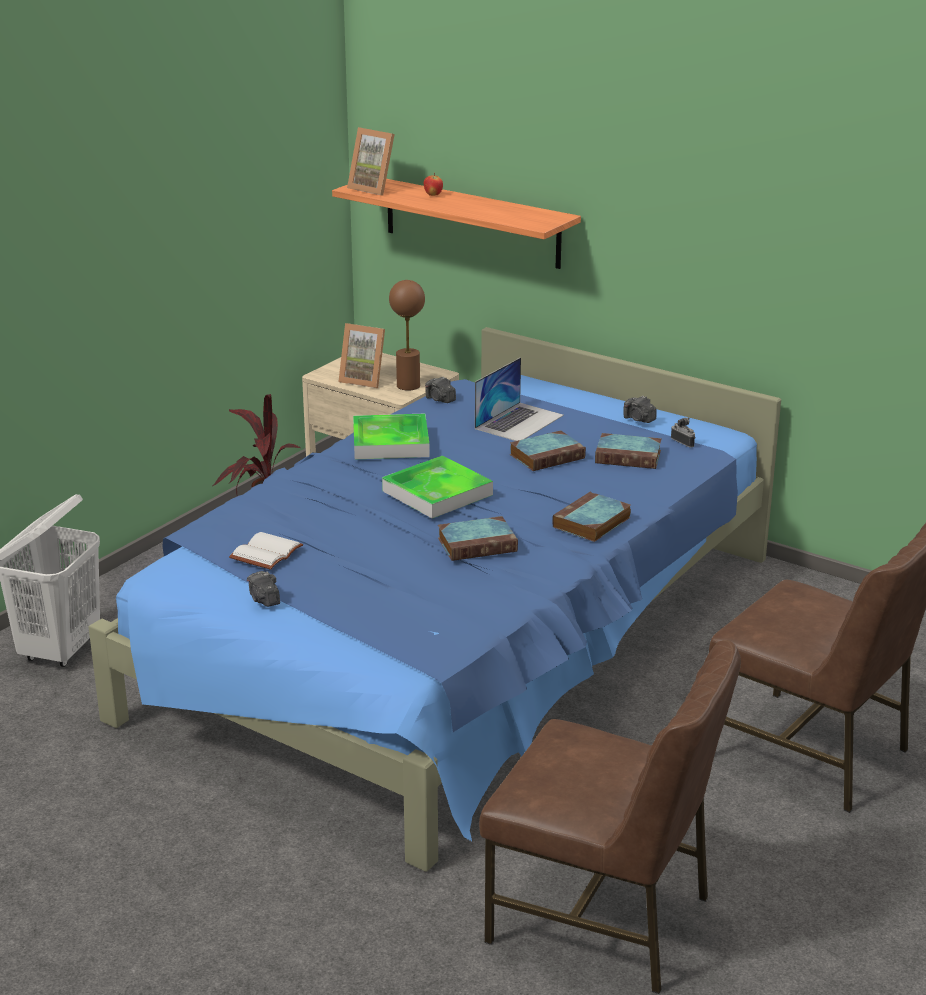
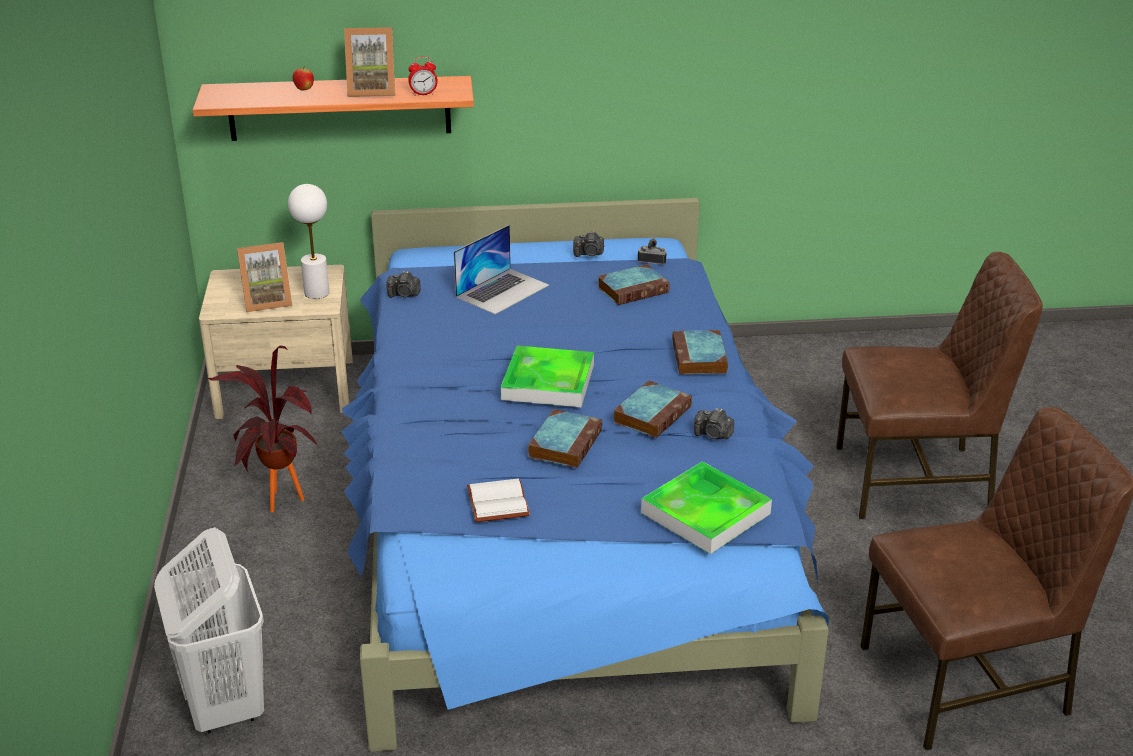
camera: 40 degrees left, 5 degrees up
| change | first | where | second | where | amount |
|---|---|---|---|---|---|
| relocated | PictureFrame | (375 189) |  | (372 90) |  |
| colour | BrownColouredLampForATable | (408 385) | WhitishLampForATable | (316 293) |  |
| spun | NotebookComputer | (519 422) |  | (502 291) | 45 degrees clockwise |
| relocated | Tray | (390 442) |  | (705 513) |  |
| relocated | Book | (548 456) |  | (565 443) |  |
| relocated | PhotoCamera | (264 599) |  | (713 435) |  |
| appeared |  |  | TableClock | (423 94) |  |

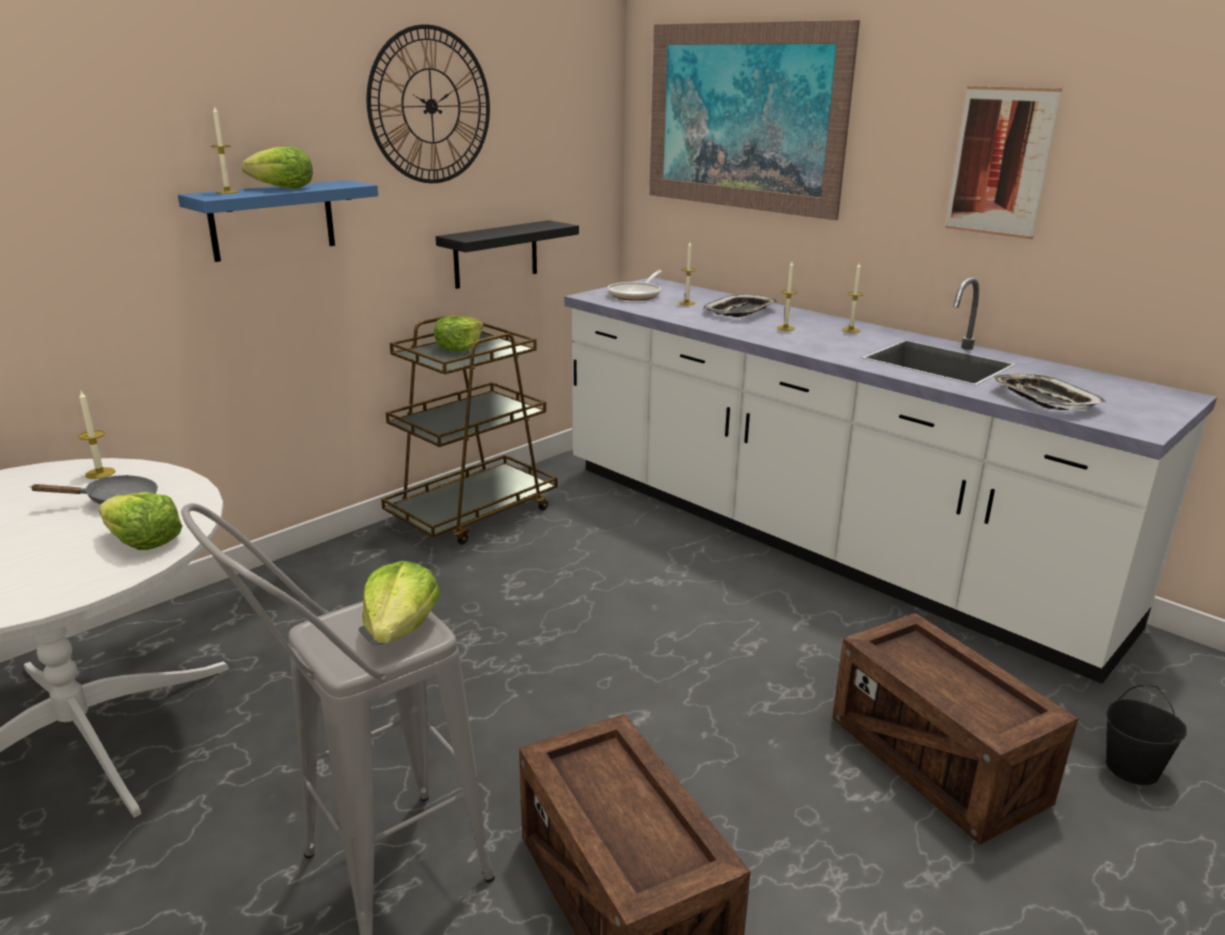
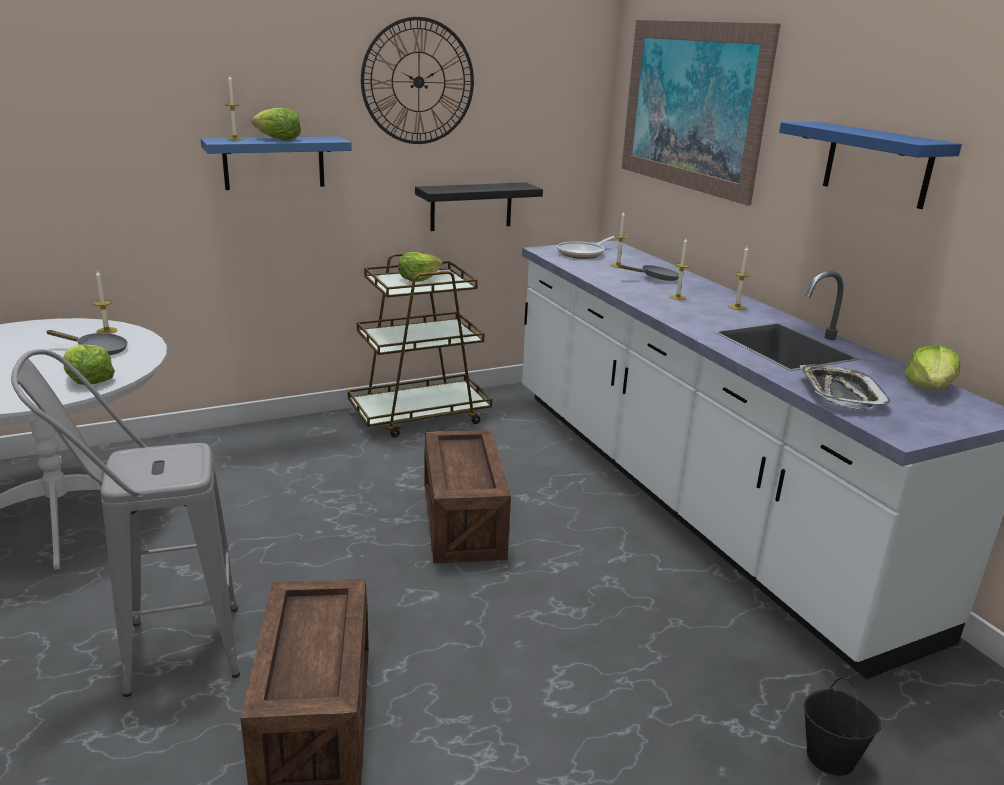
camera: 20 degrees right, 0 degrees up
| change | first | where | second | where | amount |
|---|---|---|---|---|---|
| exchanged | WallArt | (1000 162) | BlueBracketShelf | (877 164) |  |
| exchanged | Tray | (740 312) | GreyFryingPan | (656 278) |  |
| relocated | Lettuce | (401 629) |  | (929 388) |  |
| relocated | Crate | (937 760) |  | (463 523) |  |

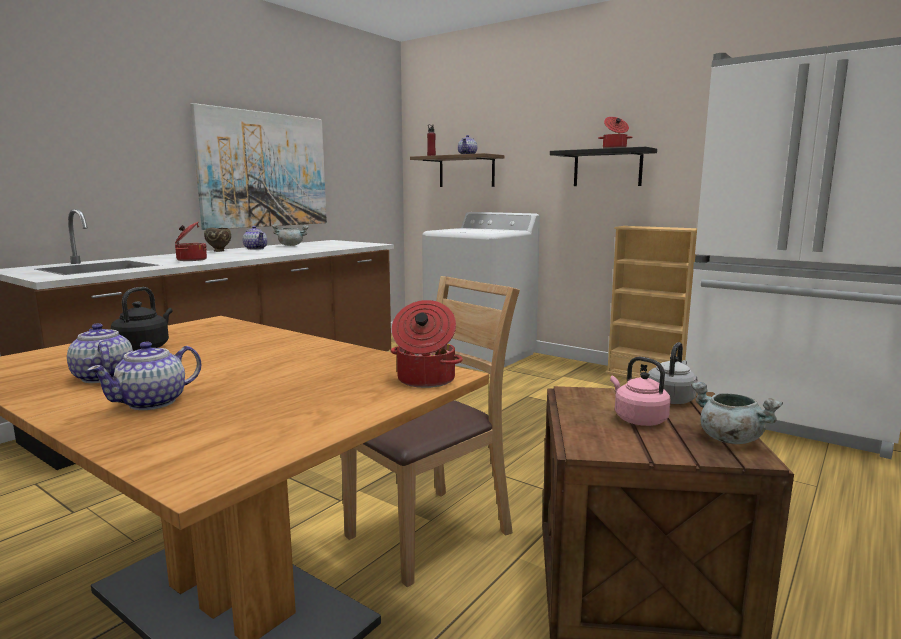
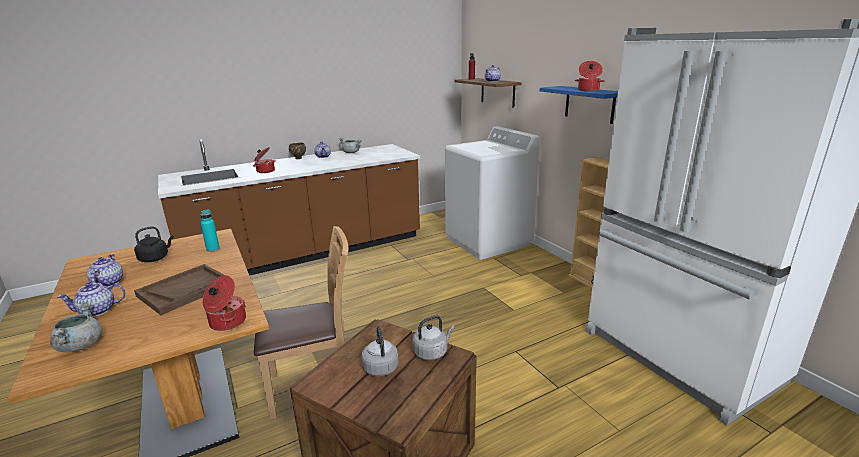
camera: 25 degrees right, 10 degrees up
| change | first | where | second | where | amount |
|---|---|---|---|---|---|
| missing | WallArt | (264 170) |  |  |  |
| colour | BlackBracketShelf | (607 168) | BlueBracketShelf | (589 104) |  |
| colour | PinkColouredWaterKettle | (638 419) | GreyWaterKettle | (380 366) |  |
| relocated | GreyCookingPot | (728 439) |  | (80 345) |  |
| appeared |  |  | BlueGreenBottle | (213 249) |  |
| appeared |  |  | BrownColouredTray | (185 290) |  |

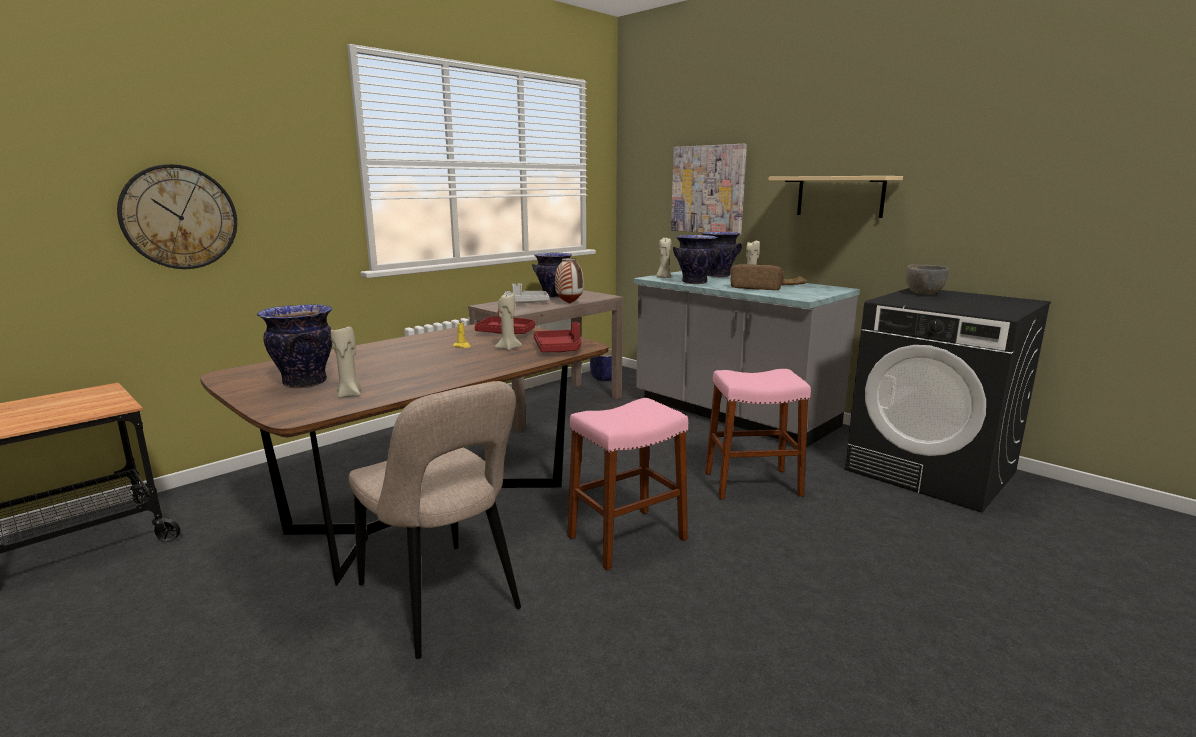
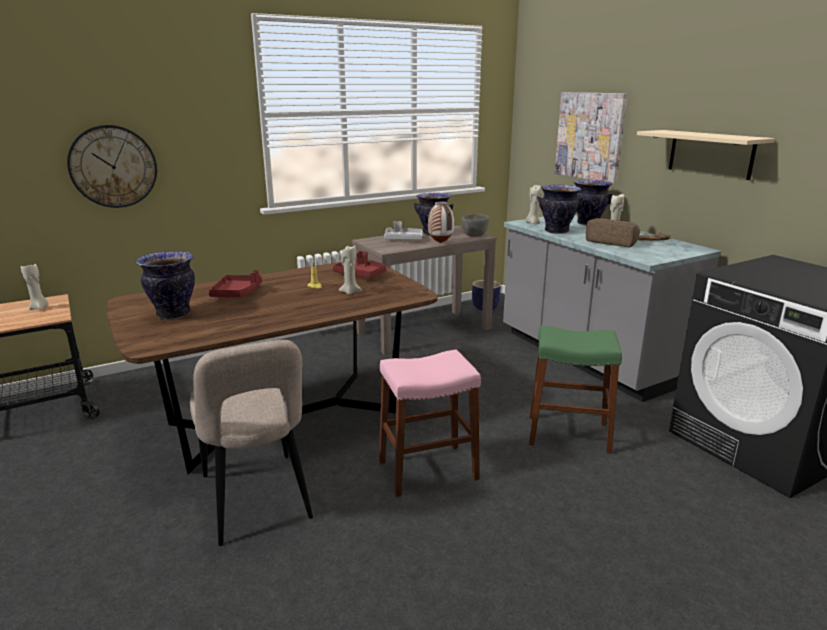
camera: 15 degrees right, 5 degrees up
| change | first | where | second | where | amount |
|---|---|---|---|---|---|
| relocated | GreyBowl | (923 293) |  | (474 235) |  |
| relocated | ReddishTray | (559 349) |  | (237 293) |  |
| relocated | BeigeCandle | (350 395) |  | (39 308) |  |
| colour | PinkColouredStoolSeat | (752 484) | GreenishStoolSeat | (568 433) |  |

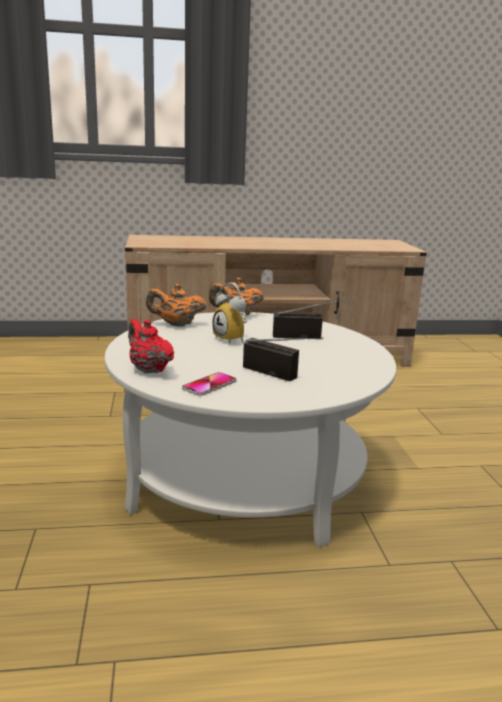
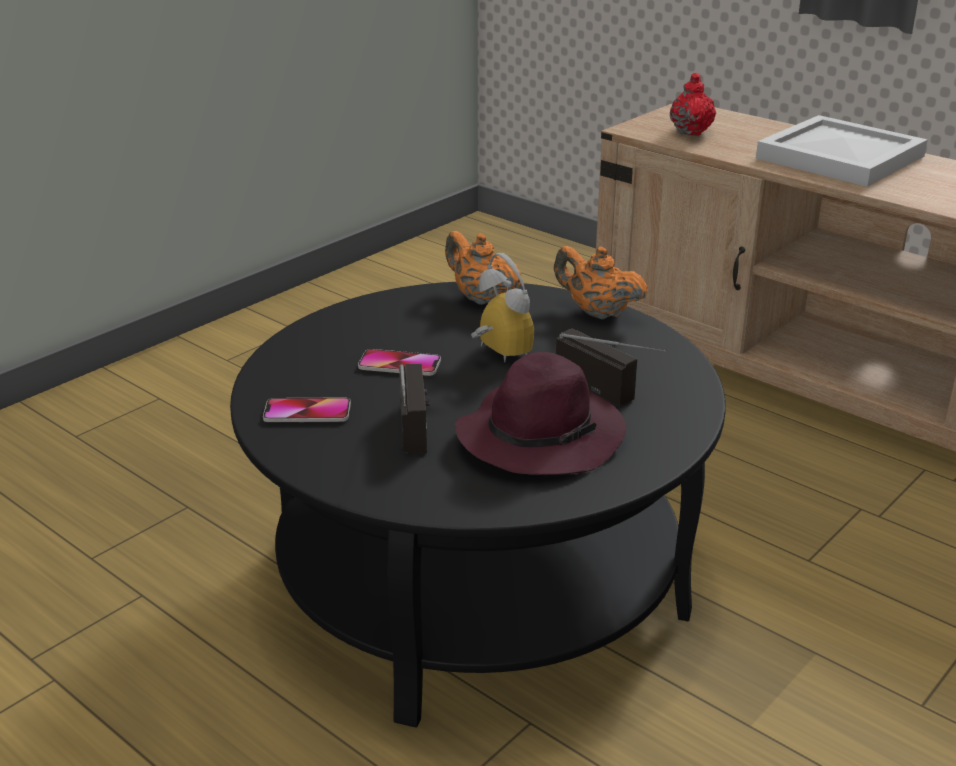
camera: 50 degrees right, 10 degrees up
| change | first | where | second | where | amount |
|---|---|---|---|---|---|
| spun | TableClock | (233 339) |  | (496 354) | 135 degrees clockwise |
| colour | WhitishLoungeTable | (245 475) | BlackLoungeTable | (477 575) |  |
| relocated | ReddishPotForTea | (149 369) |  | (691 131) |  |
| appeared |  |  | WhitishTray | (837 157) |  |
| appeared |  |  | Phone | (399 364) |  |
| appeared |  |  | PurpleColouredWearableHat | (541 435) |  |

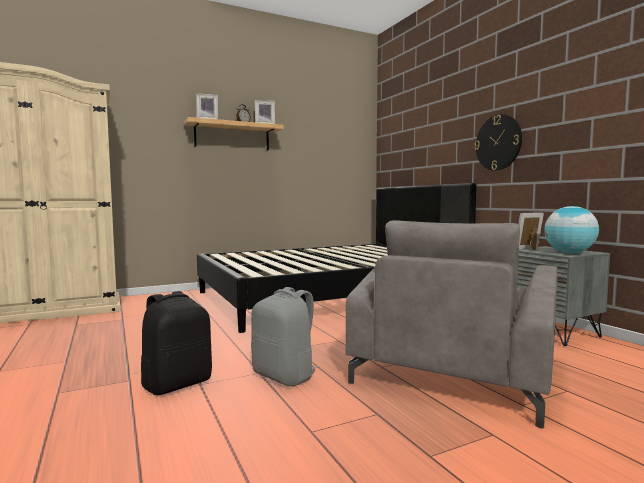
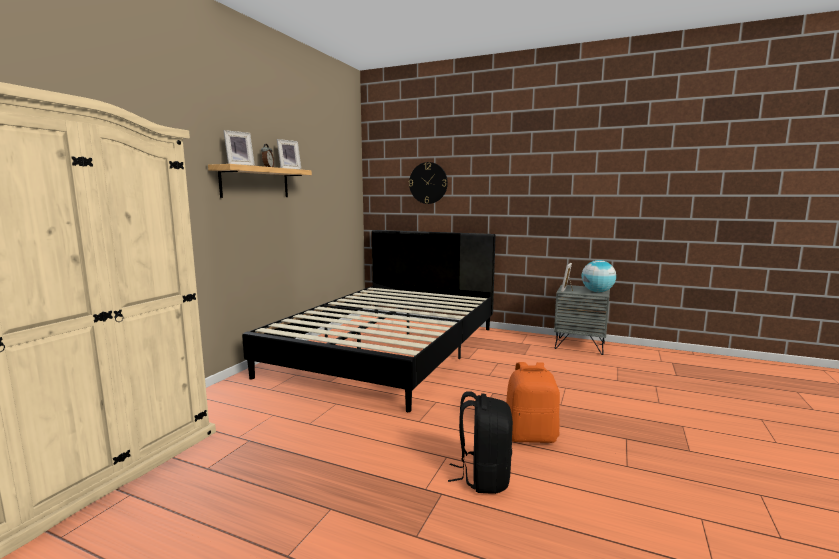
camera: 40 degrees left, 5 degrees up
| change | first | where | second | where | amount |
|---|---|---|---|---|---|
| relocated | ClockOnTheWall | (498 142) |  | (428 183) |  |
| missing | GreyEasyChair | (456 368) |  |  |  |
| colour | GreyBackpack | (285 376) | OrangeyBackpack | (530 436) |  |

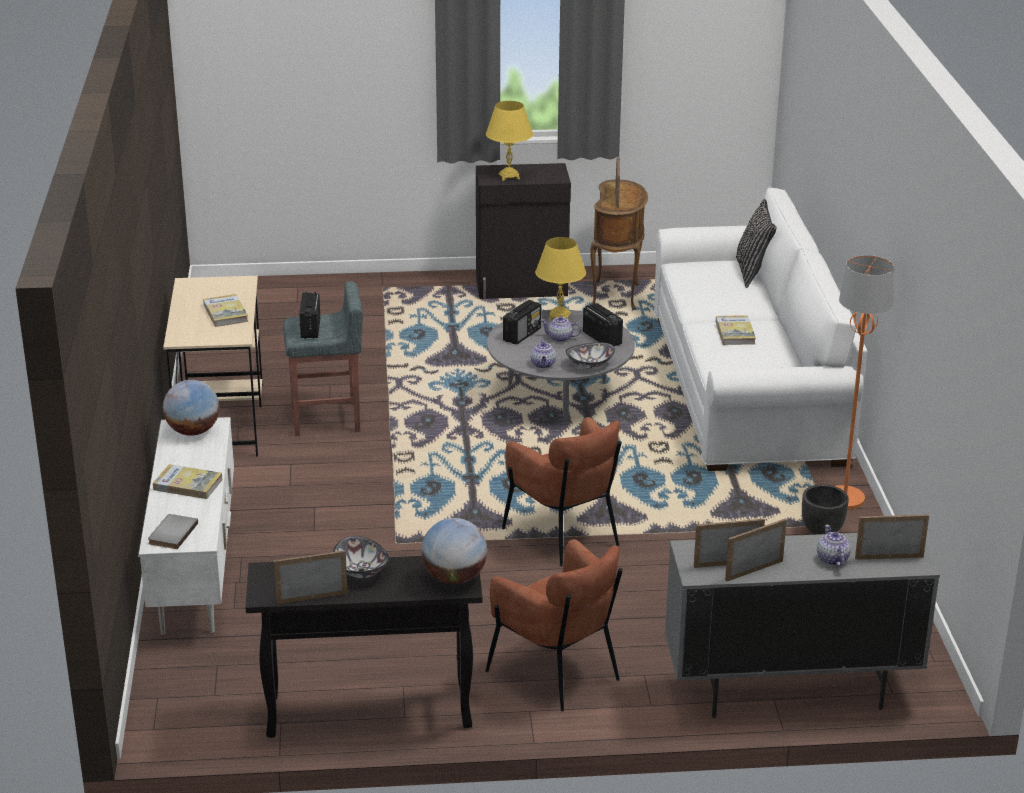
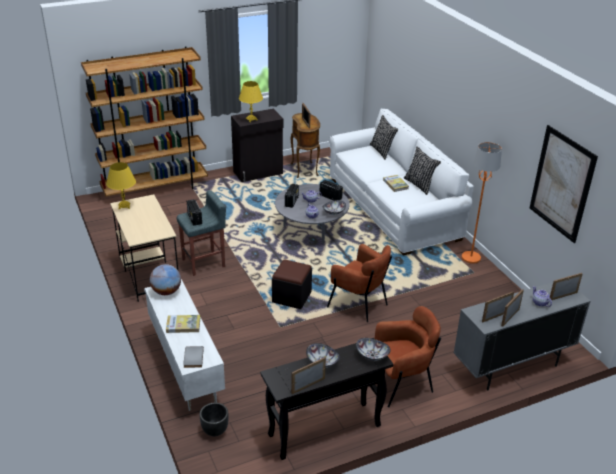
camera: 20 degrees left, 5 degrees up
| change | first | where | second | where | amount |
|---|---|---|---|---|---|
| relocated | YellowLampForATable | (559 316) |  | (124 206) |  |
| missing | Book | (225 313) |  |  |  |
| relocated | BlackPlantPot | (821 531) |  | (215 431) |  |
| exchanged | DeskGlobe | (454 578) | Bowl | (372 355) |  |
| spun | BrownColouredEasyChair | (557 672) |  | (401 383) | 45 degrees counterclockwise |
| appeared |  |  | BrownColouredBookcase | (155 189) |  |
| appeared |  |  | WallArt | (561 184) |  |
| appeared |  |  | BlackCushion | (420 185) |  |
| appeared |  |  | BlackOttoman | (291 297) |  |

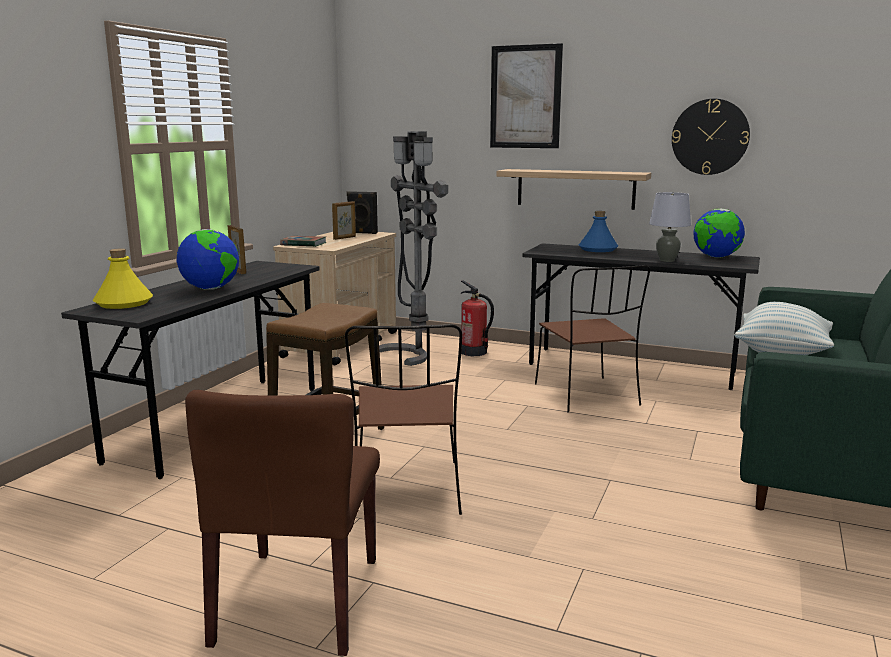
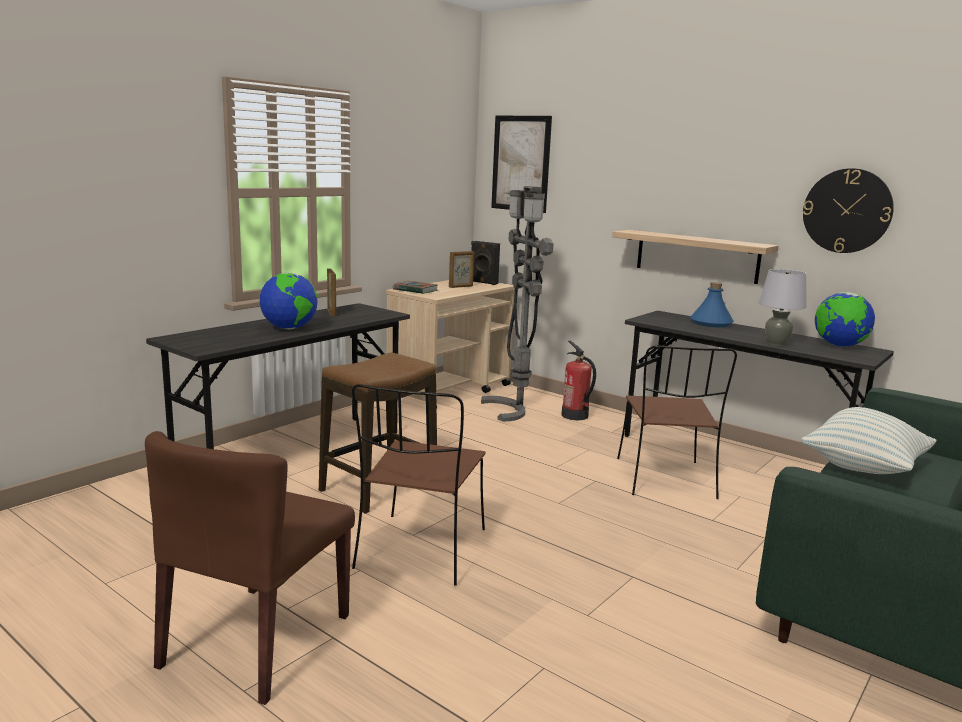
camera: 15 degrees right, 0 degrees up
| change | first | where | second | where | amount |
|---|---|---|---|---|---|
| relocated | WallArt | (525 97) |  | (521 163) |  |
| missing | YellowBottle | (124 303) |  |  |  |

